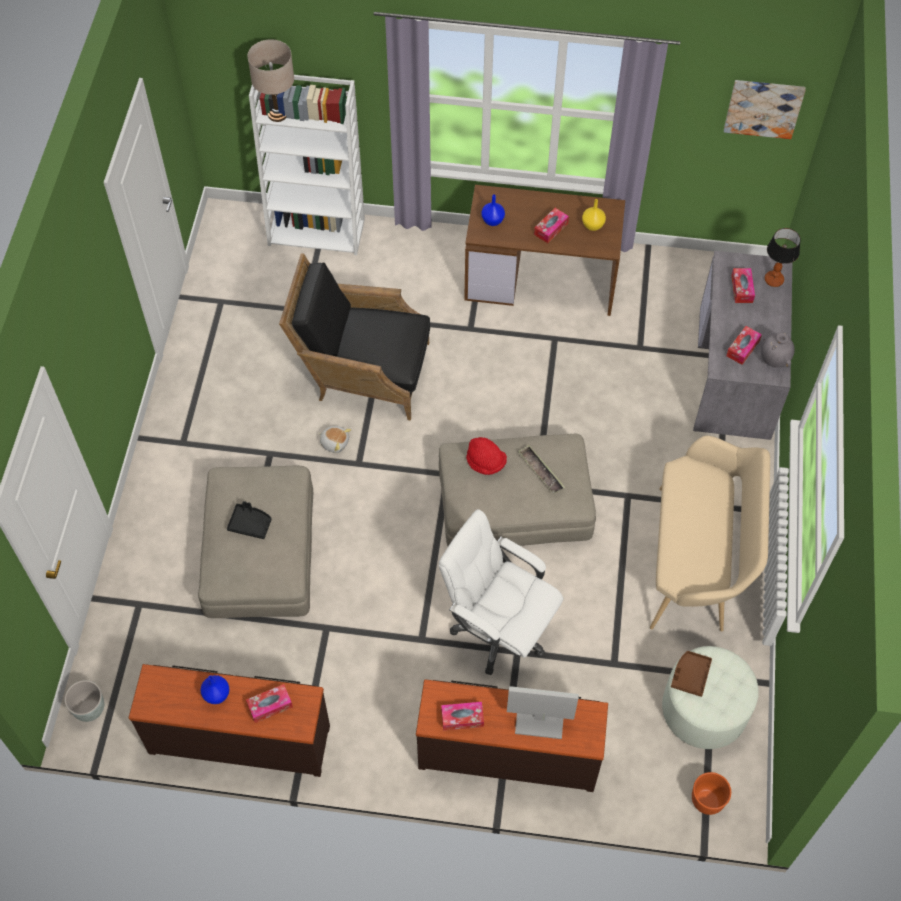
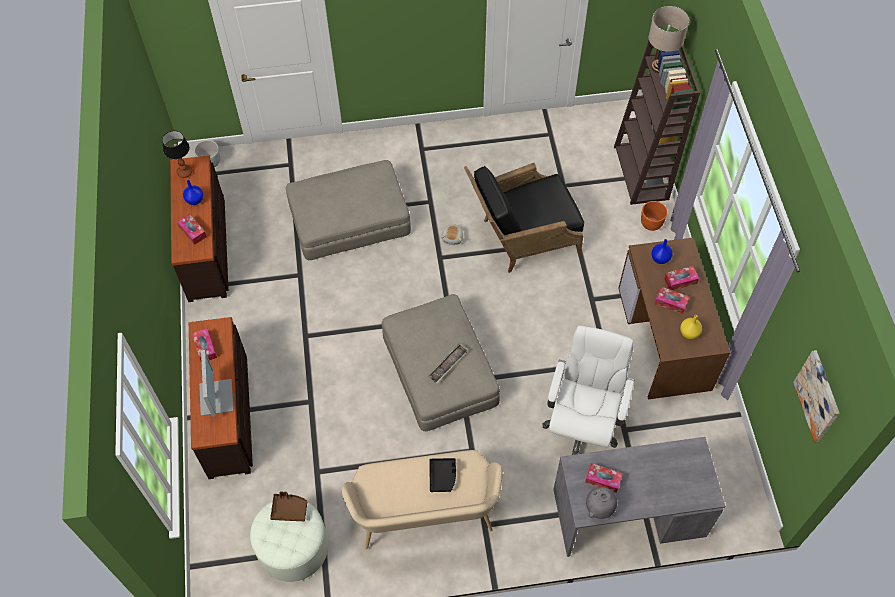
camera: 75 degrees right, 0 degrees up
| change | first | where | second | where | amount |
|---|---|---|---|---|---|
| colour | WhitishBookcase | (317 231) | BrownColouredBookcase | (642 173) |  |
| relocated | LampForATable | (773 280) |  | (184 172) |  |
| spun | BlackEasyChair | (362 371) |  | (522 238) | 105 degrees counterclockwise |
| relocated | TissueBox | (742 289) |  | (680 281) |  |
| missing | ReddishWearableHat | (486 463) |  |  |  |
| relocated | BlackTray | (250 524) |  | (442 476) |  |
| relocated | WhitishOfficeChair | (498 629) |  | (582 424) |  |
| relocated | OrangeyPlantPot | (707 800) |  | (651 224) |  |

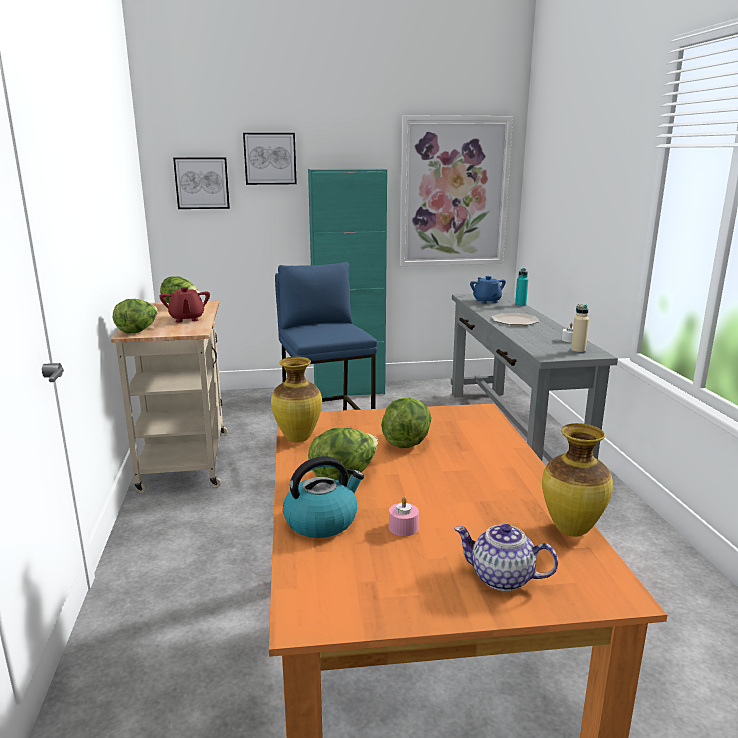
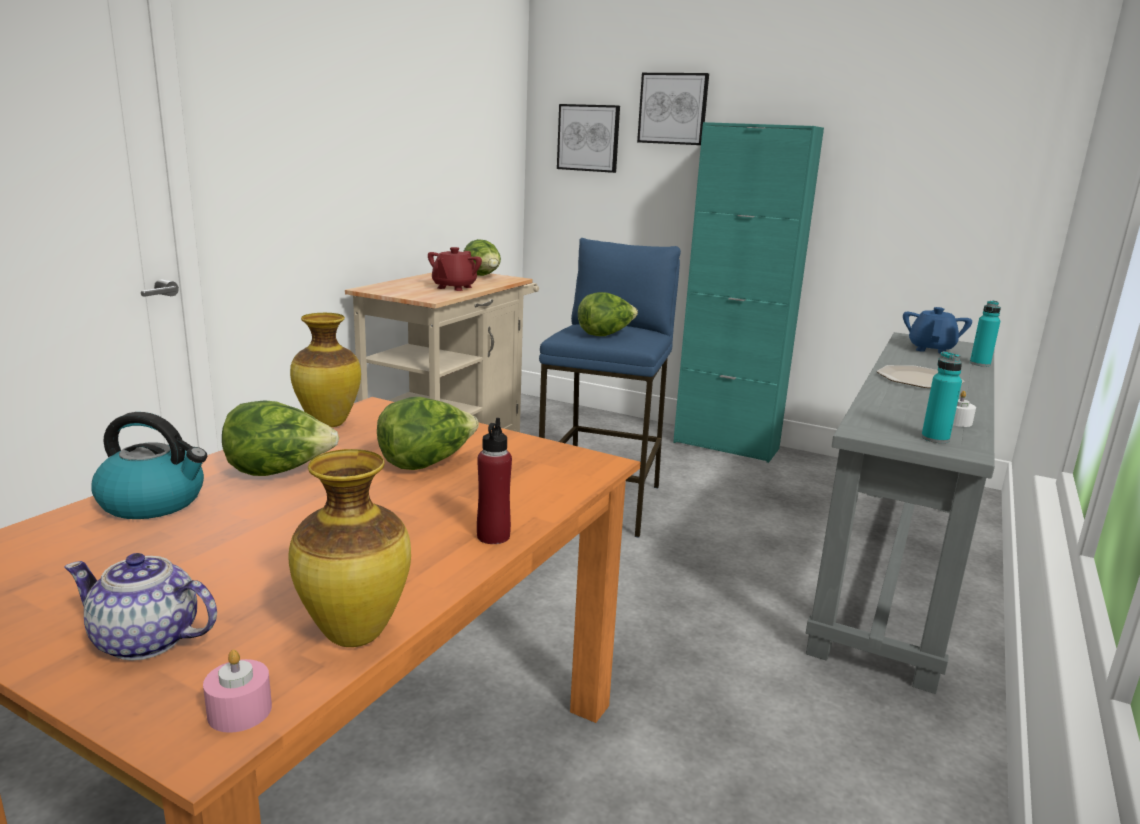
camera: 35 degrees right, 0 degrees up
| change | first | where | second | where | amount |
|---|---|---|---|---|---|
| missing | WallArt | (453 192) |  |  |  |
| relocated | Lettuce | (138 331) |  | (605 334) |  |
| colour | BeigeBottle | (578 351) | BlueGreenBottle | (935 439) |  |
| relocated | PinkColouredCandle | (403 527) |  | (239 711) |  |
| spun | PotForTea | (502 578) |  | (147 641) | 45 degrees counterclockwise |
| appeared |  |  | ReddishBottle | (493 536) |  |

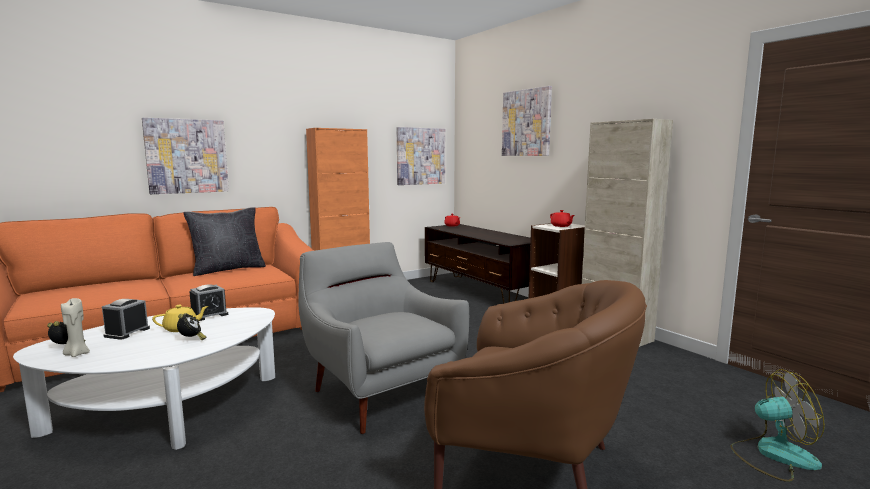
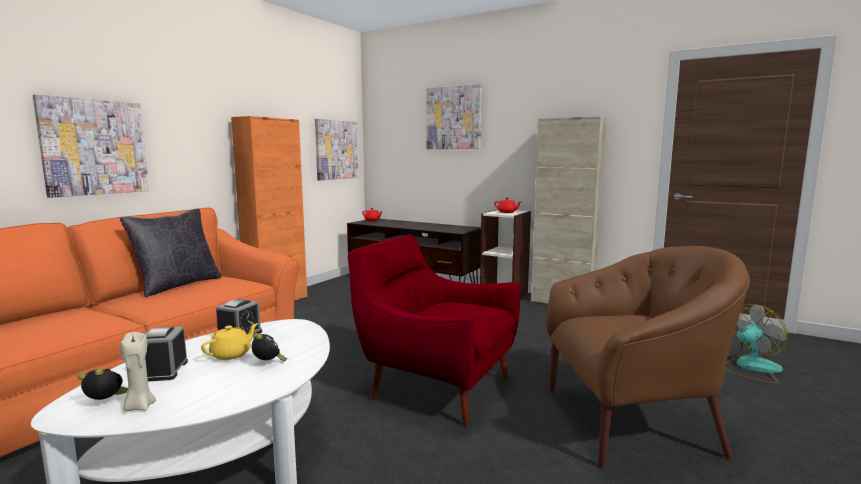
camera: 25 degrees left, 0 degrees up
| change | first | where | second | where | amount |
|---|---|---|---|---|---|
| colour | GreyEasyChair | (380 392) | ReddishEasyChair | (435 386) |  |

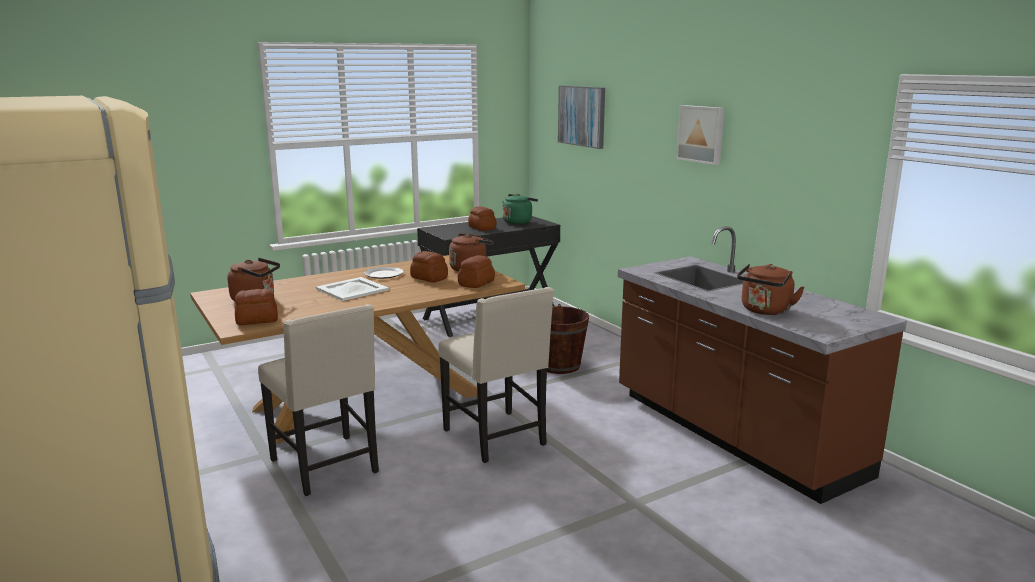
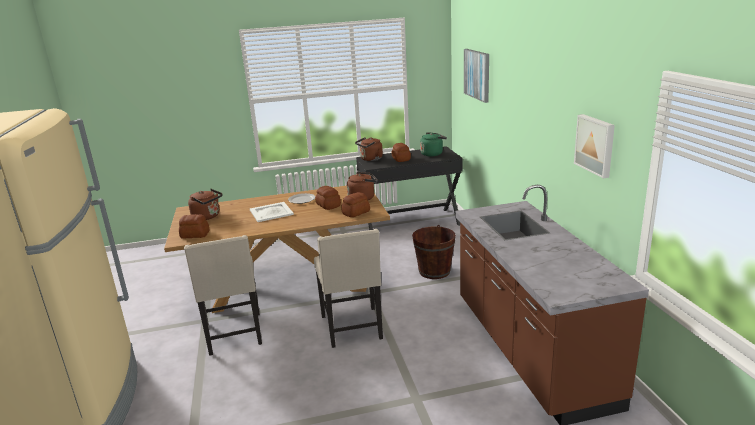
camera: 20 degrees right, 5 degrees up
| change | first | where | second | where | amount |
|---|---|---|---|---|---|
| relocated | WallArt | (701 134) |  | (595 145) |  |
| relocated | BrownColouredWaterKettle | (765 311) |  | (370 159) |  |

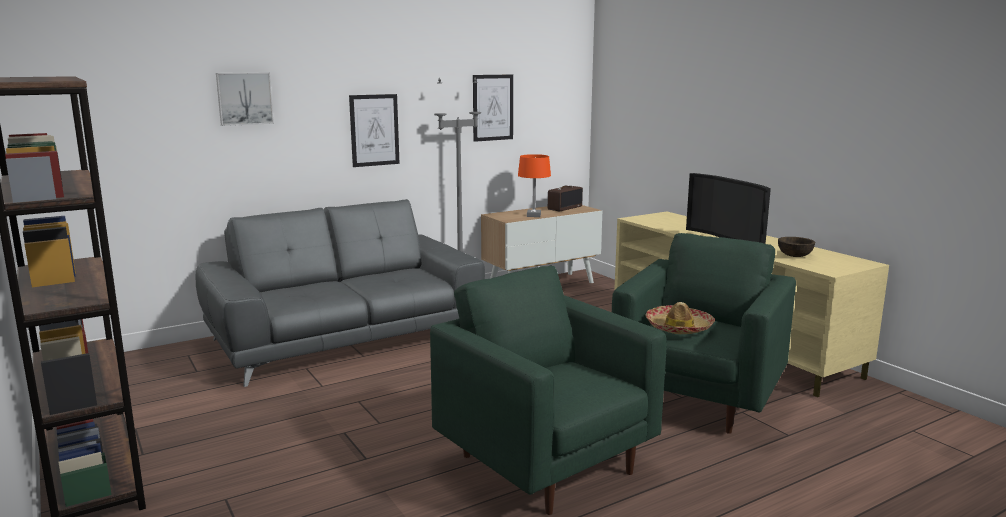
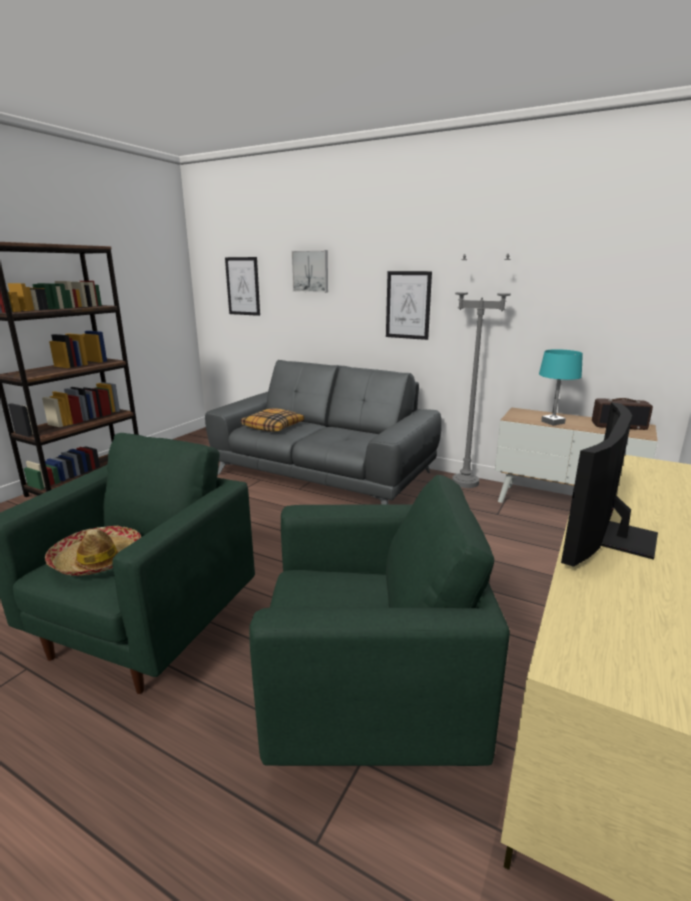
camera: 60 degrees right, 5 degrees up
| change | first | where | second | where | amount |
|---|---|---|---|---|---|
| relocated | WallArt | (493 107) |  | (243 286) |  |
| colour | OrangeyLampForATable | (534 215) | BlueGreenLampForATable | (553 422) |  |
| missing | BrownColouredBowl | (794 256) |  |  |  |
| relocated | WearableHat | (679 327) |  | (97 559) |  |
| appeared |  |  | Cushion | (273 427) |  |

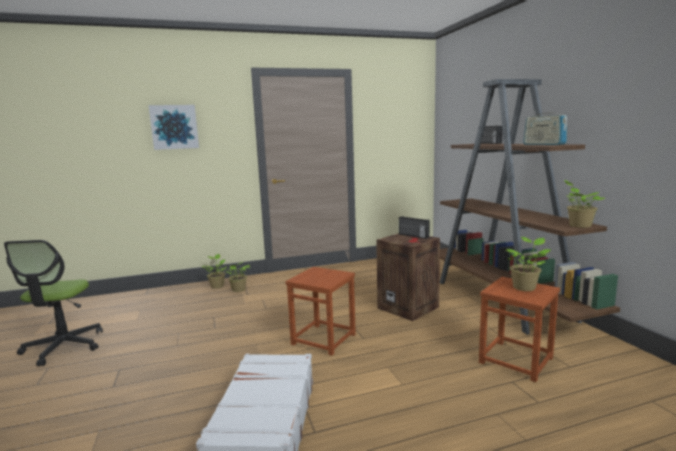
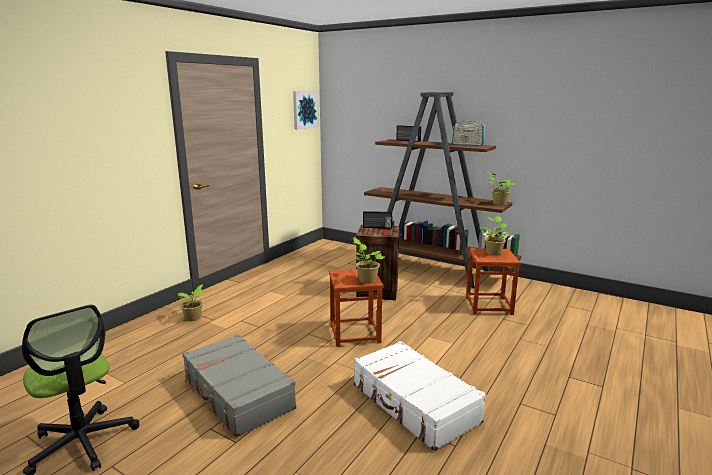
camera: 40 degrees left, 5 degrees up
| change | first | where | second | where | amount |
|---|---|---|---|---|---|
| relocated | WallArt | (174 127) |  | (305 109) |  |
| relocated | PottedPlant | (217 286) |  | (366 280) |  |
| appeared |  |  | GreyPieceOfLuggage | (237 394) |  |

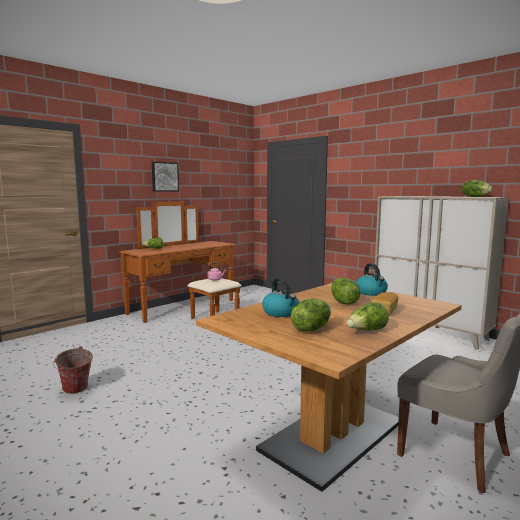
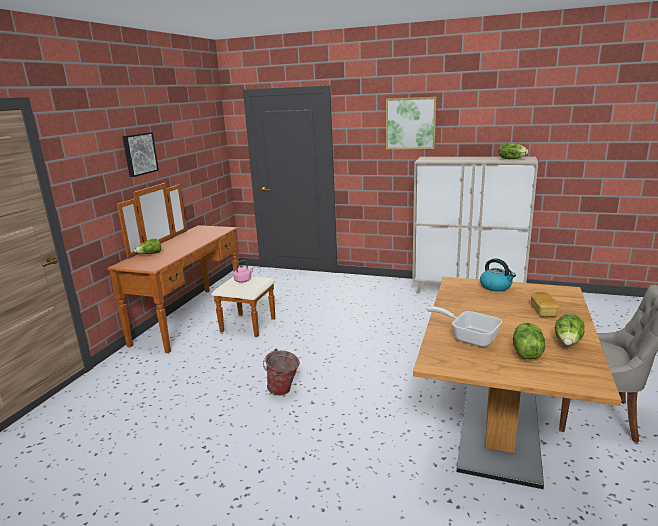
camera: 25 degrees left, 10 degrees up
| change | first | where | second | where | amount |
|---|---|---|---|---|---|
| exchanged | WaterKettle | (281 313) | FryingPan | (469 337) |  |
| missing | Lettuce | (343 302) |  |  |  |
| relocated | WaterBucket | (75 391) |  | (283 391) |  |
| appeared |  |  | WallArt | (410 123) |  |

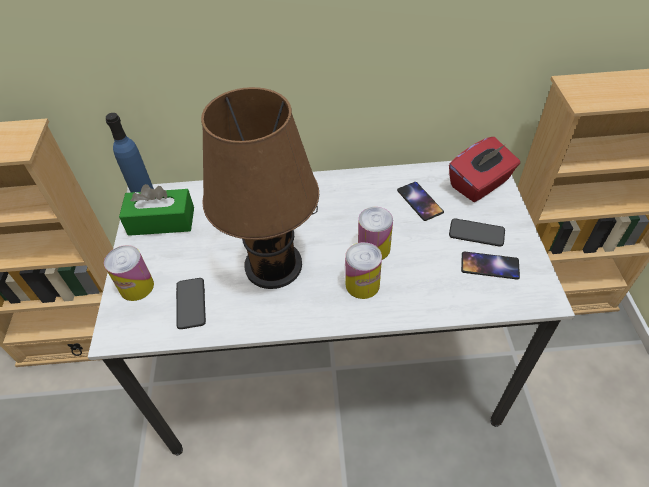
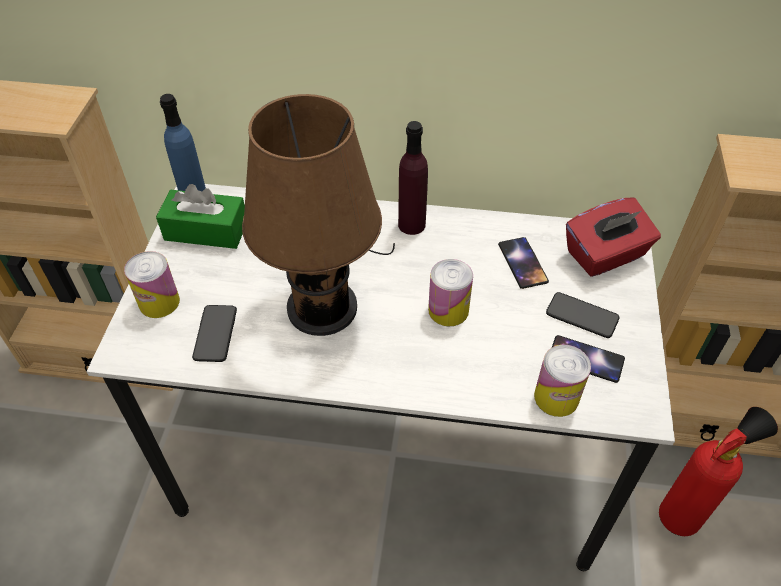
camera: 10 degrees right, 0 degrees up
| change | first | where | second | where | amount |
|---|---|---|---|---|---|
| relocated | Can | (362 284) |  | (556 397) |  |
| appeared |  |  | PurpleColouredBottle | (411 224) |  |
| appeared |  |  | FireFightingCylinder | (684 513) |  |

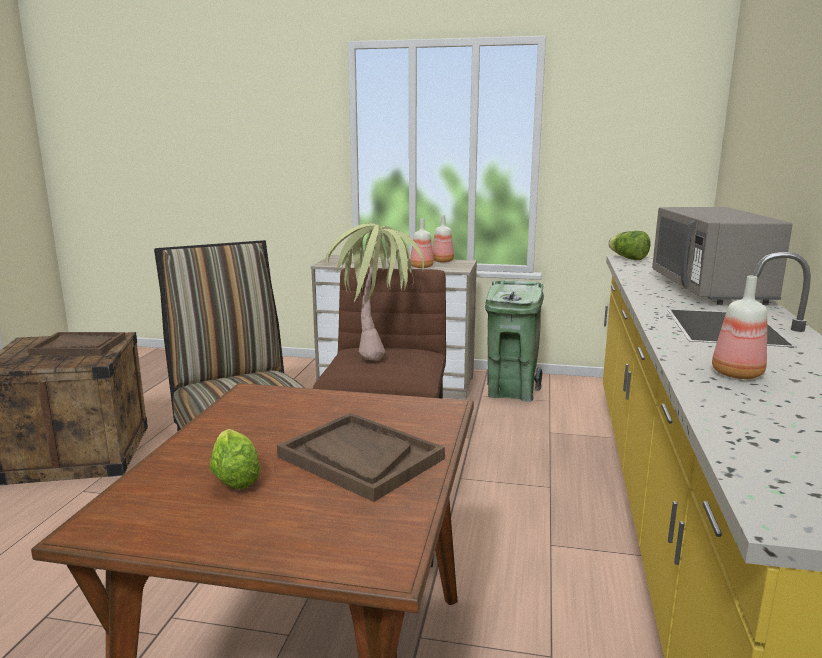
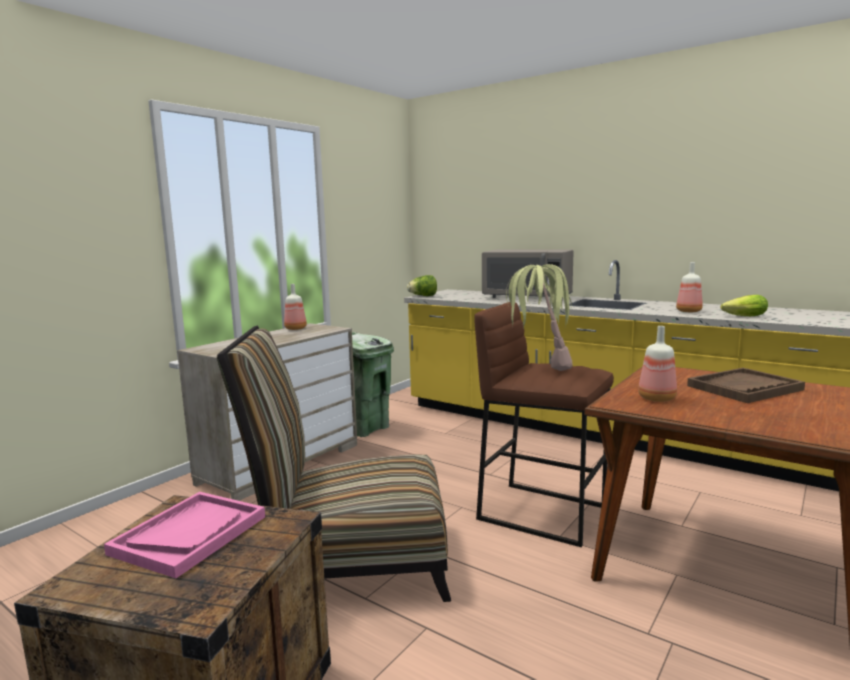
camera: 65 degrees left, 5 degrees down
| change | first | where | second | where | amount |
|---|---|---|---|---|---|
| relocated | Bottle | (421 267) |  | (657 399) |  |
| colour | BrownColouredTray | (79 346) | PinkColouredTray | (190 534) |  |
| relocated | Lettuce | (235 474) |  | (742 316) |  |

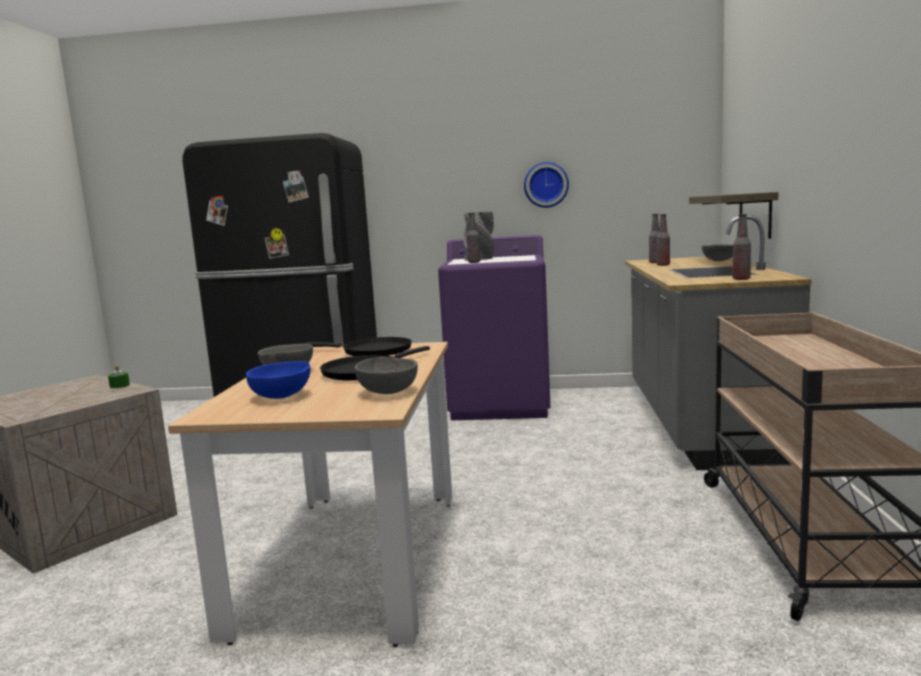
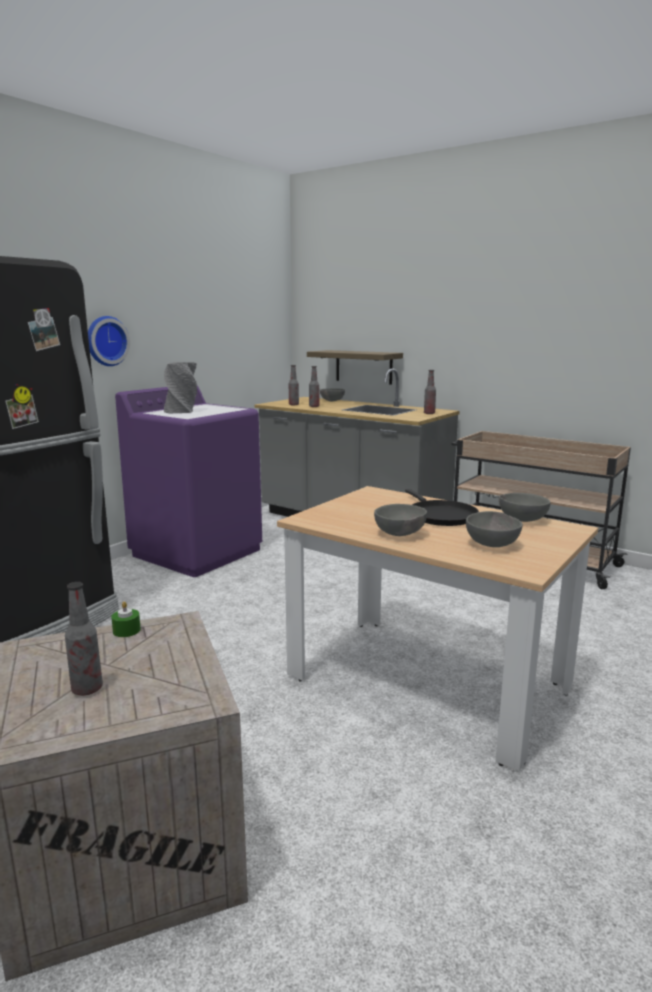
camera: 60 degrees left, 5 degrees up
| change | first | where | second | where | amount |
|---|---|---|---|---|---|
| relocated | ClockOnTheWall | (546 185) |  | (106 341) |  |
| relocated | Bottle | (474 262) |  | (87 689) |  |
| missing | BlackFryingPan | (372 351) |  |  |  |
| colour | BlueBowl | (282 397) | GreyBowl | (493 544) |  |

